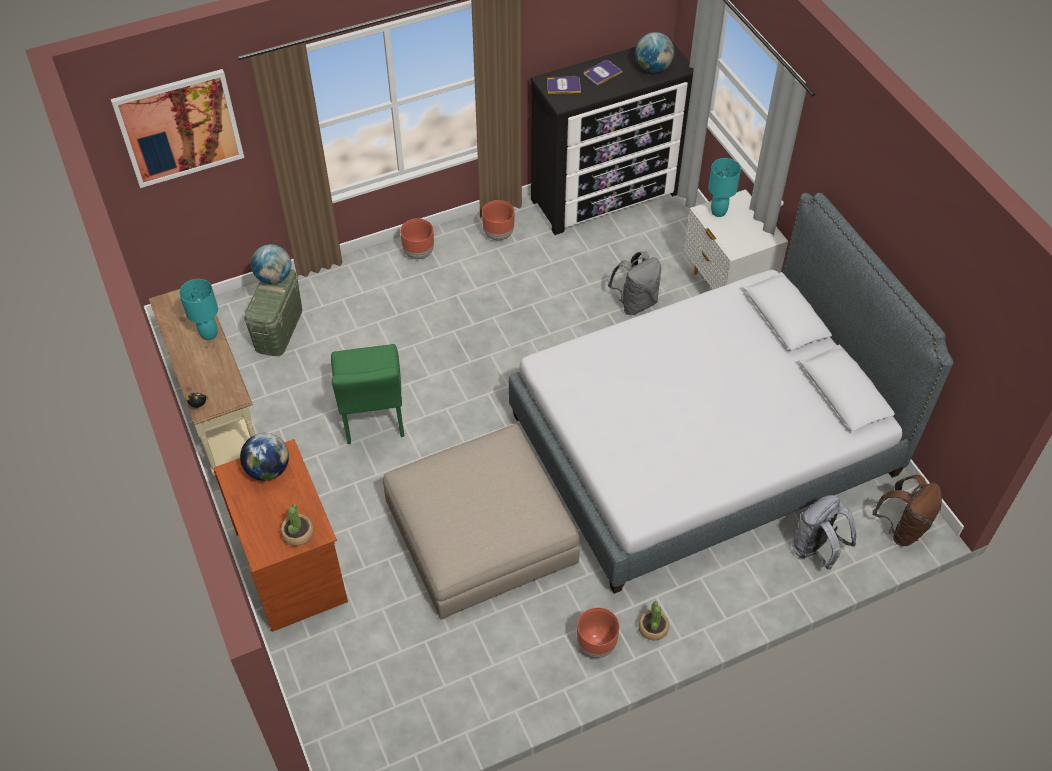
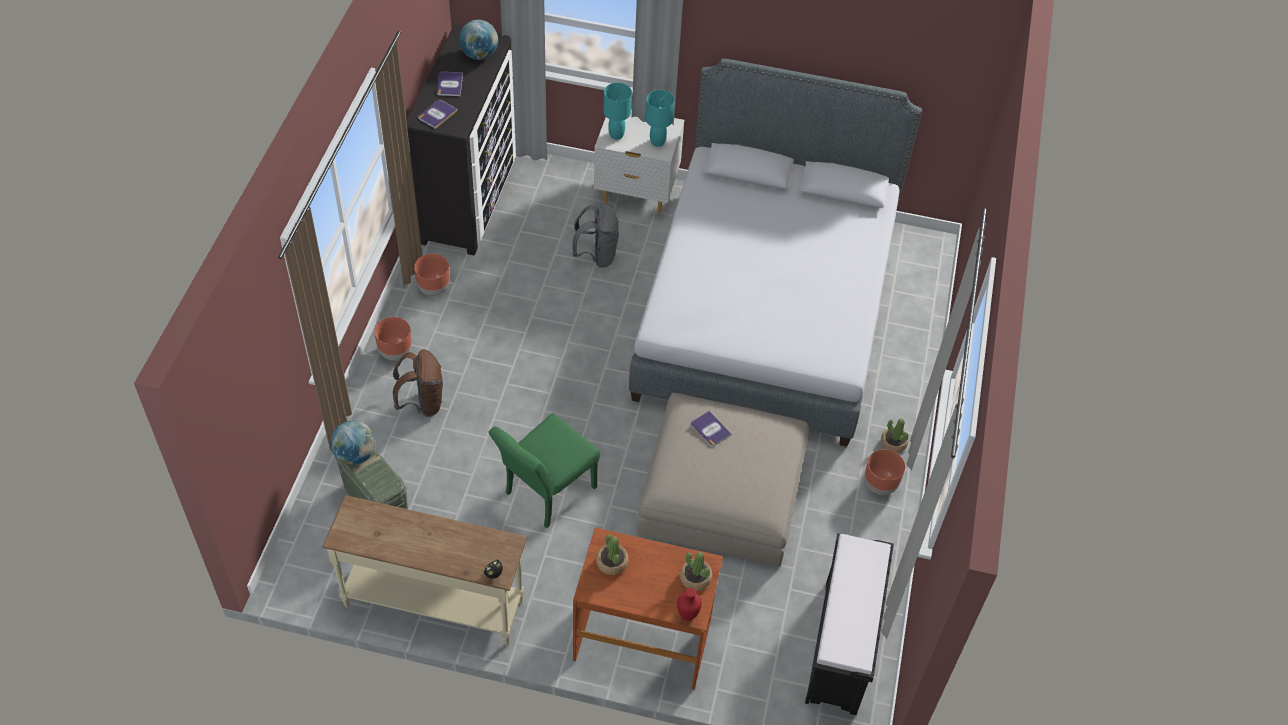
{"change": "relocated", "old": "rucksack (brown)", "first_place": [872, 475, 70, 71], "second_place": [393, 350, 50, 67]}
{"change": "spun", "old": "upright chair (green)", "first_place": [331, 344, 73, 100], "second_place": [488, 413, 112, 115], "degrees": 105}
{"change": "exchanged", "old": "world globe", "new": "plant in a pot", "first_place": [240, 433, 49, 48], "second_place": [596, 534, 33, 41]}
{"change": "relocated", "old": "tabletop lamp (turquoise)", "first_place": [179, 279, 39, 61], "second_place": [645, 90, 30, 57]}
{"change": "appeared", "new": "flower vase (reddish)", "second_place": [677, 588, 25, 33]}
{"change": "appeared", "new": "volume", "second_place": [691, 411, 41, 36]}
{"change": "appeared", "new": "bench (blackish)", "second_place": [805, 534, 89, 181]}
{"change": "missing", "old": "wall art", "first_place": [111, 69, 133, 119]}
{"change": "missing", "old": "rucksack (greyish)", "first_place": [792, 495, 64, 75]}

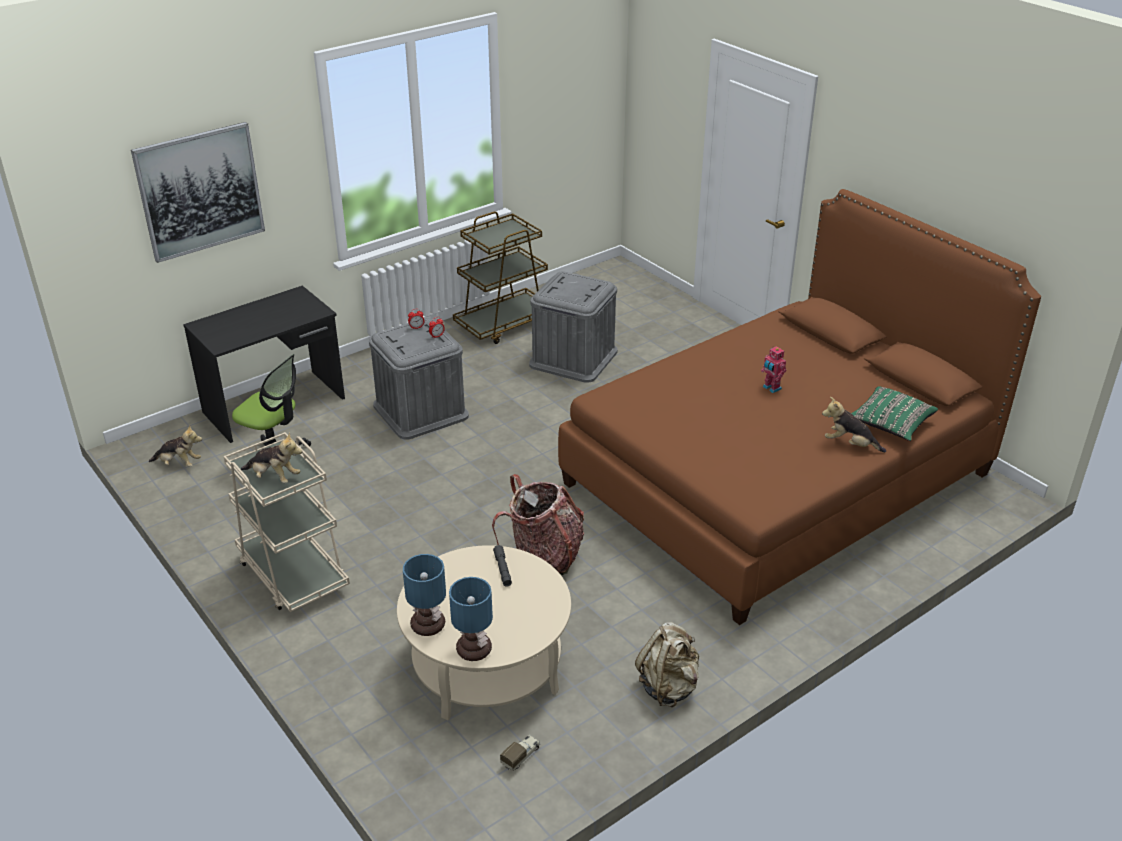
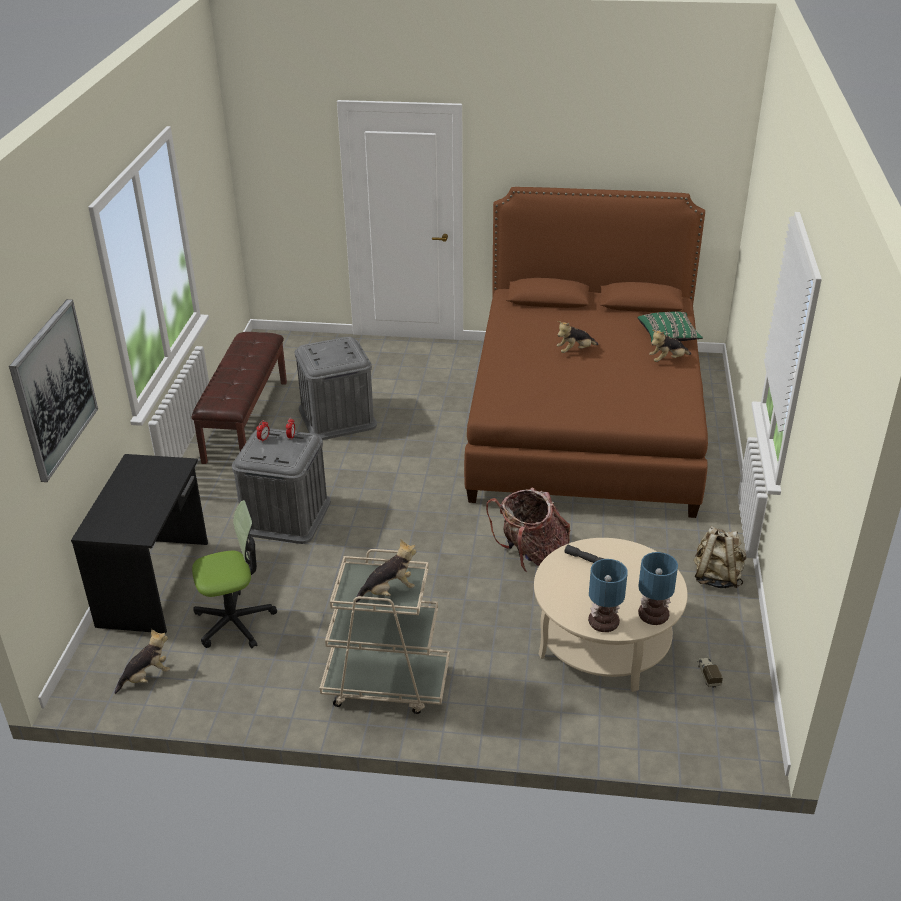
{"change": "exchanged", "old": "wheeled cart (brown)", "new": "bench (brown)", "first_place": [453, 212, 95, 132], "second_place": [192, 332, 95, 132]}
{"change": "exchanged", "old": "toy robot", "new": "plush toy", "first_place": [761, 346, 26, 47], "second_place": [557, 321, 41, 32]}

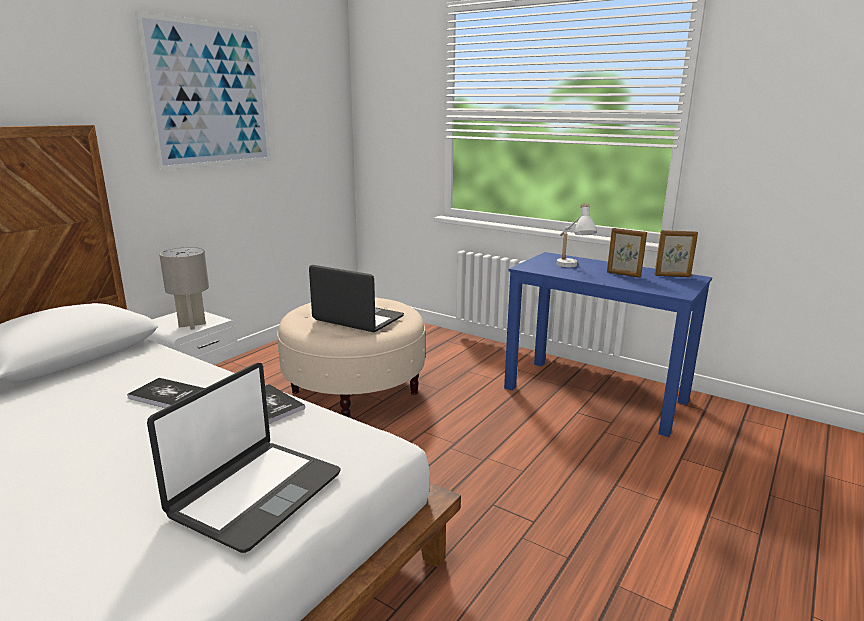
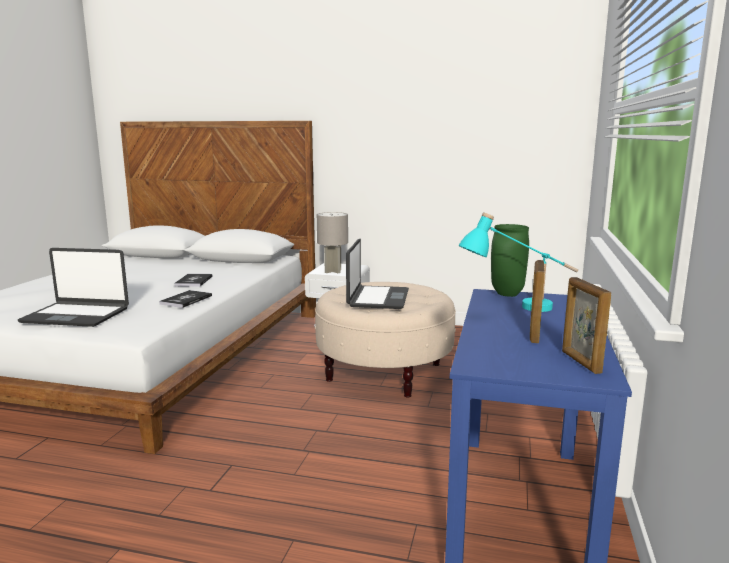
{"change": "colour", "old": "tabletop lamp (white-coloured)", "new": "tabletop lamp (turquoise)", "first_place": [557, 204, 40, 63], "second_place": [458, 212, 120, 100]}
{"change": "appeared", "new": "flower vase (green)", "second_place": [491, 224, 38, 73]}
{"change": "missing", "old": "wall art", "first_place": [135, 11, 136, 160]}

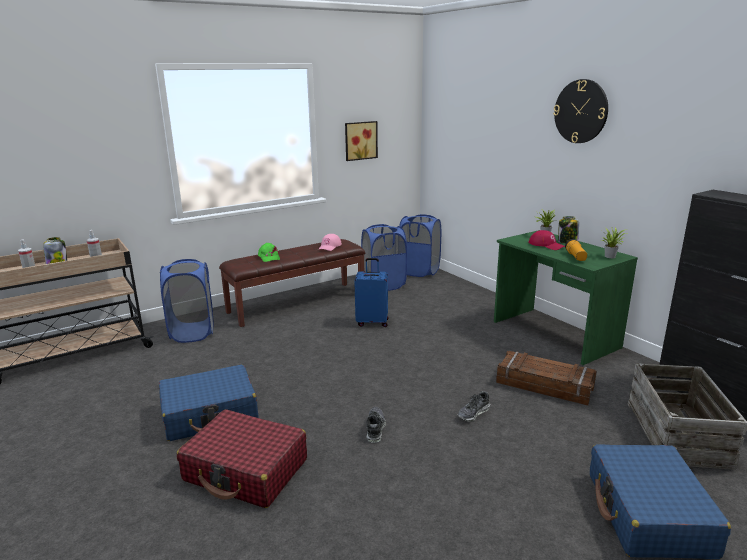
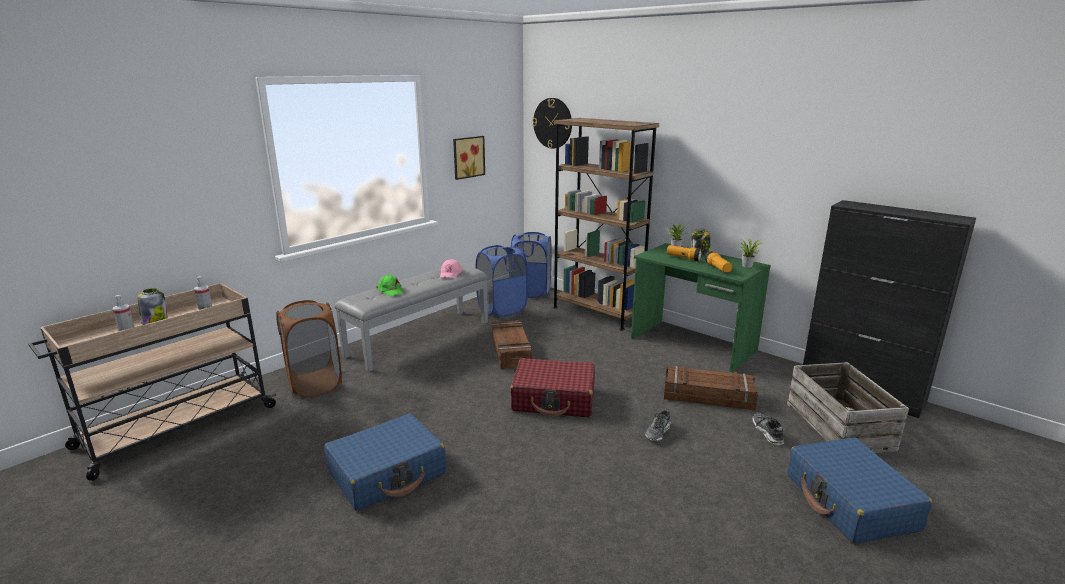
{"change": "colour", "old": "hamper (blue-coloured)", "new": "hamper (brown)", "first_place": [160, 259, 54, 84], "second_place": [276, 300, 66, 97]}
{"change": "colour", "old": "bench (brown)", "new": "bench (greyish)", "first_place": [219, 239, 146, 88], "second_place": [334, 264, 154, 108]}
{"change": "exchanged", "old": "piece of luggage (blue-coloured)", "new": "shipping crate", "first_place": [354, 258, 35, 69], "second_place": [491, 320, 41, 50]}
{"change": "relocated", "old": "piece of luggage (reddish)", "first_place": [177, 409, 130, 99], "second_place": [510, 358, 85, 59]}
{"change": "relocated", "old": "hanging clock", "first_place": [553, 79, 55, 64], "second_place": [532, 98, 40, 51]}
{"change": "appeared", "new": "bookcase (brown)", "second_place": [553, 118, 106, 213]}
{"change": "exchanged", "old": "cap (reddish)", "new": "torch", "first_place": [528, 230, 37, 20], "second_place": [667, 245, 36, 16]}
{"change": "relocated", "old": "shoe", "first_place": [366, 407, 20, 36], "second_place": [752, 412, 32, 33]}

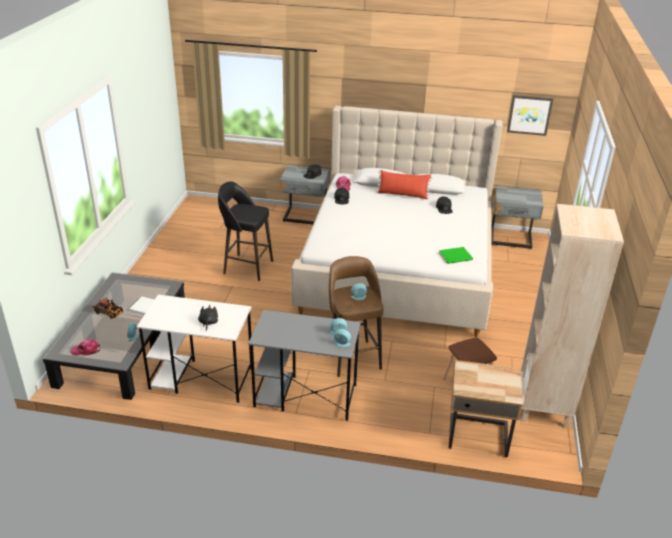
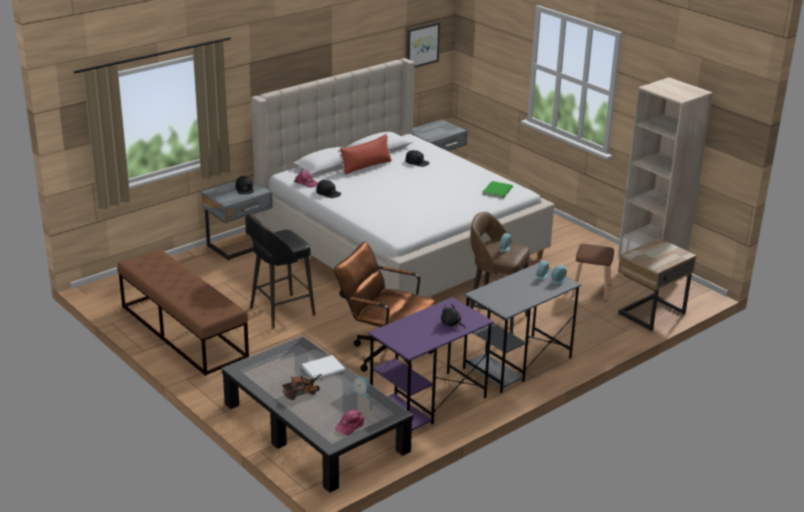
{"change": "appeared", "new": "bench (brown)", "second_place": [117, 249, 132, 127]}
{"change": "appeared", "new": "office chair (brown)", "second_place": [334, 241, 103, 131]}
{"change": "colour", "old": "desk table (white-coloured)", "new": "desk table (purplish)", "first_place": [137, 295, 115, 108], "second_place": [368, 297, 126, 134]}

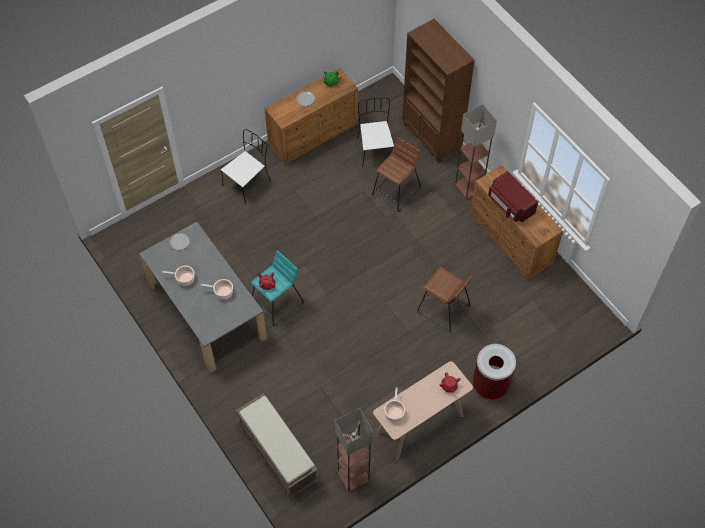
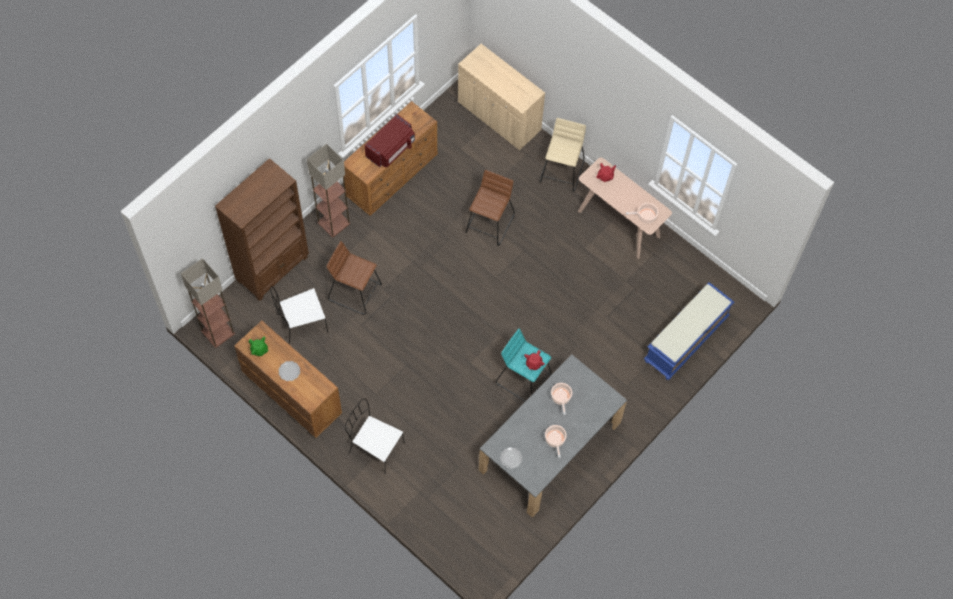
{"change": "relocated", "old": "standard lamp", "first_place": [335, 408, 38, 84], "second_place": [181, 258, 54, 90]}
{"change": "appeared", "new": "cabinet (beige)", "second_place": [458, 44, 87, 106]}
{"change": "exchanged", "old": "trash can", "new": "stool seat (beige)", "first_place": [473, 344, 43, 56], "second_place": [540, 118, 46, 74]}
{"change": "colour", "old": "bench (brown)", "new": "bench (blue-coloured)", "first_place": [236, 393, 83, 106], "second_place": [644, 282, 90, 98]}

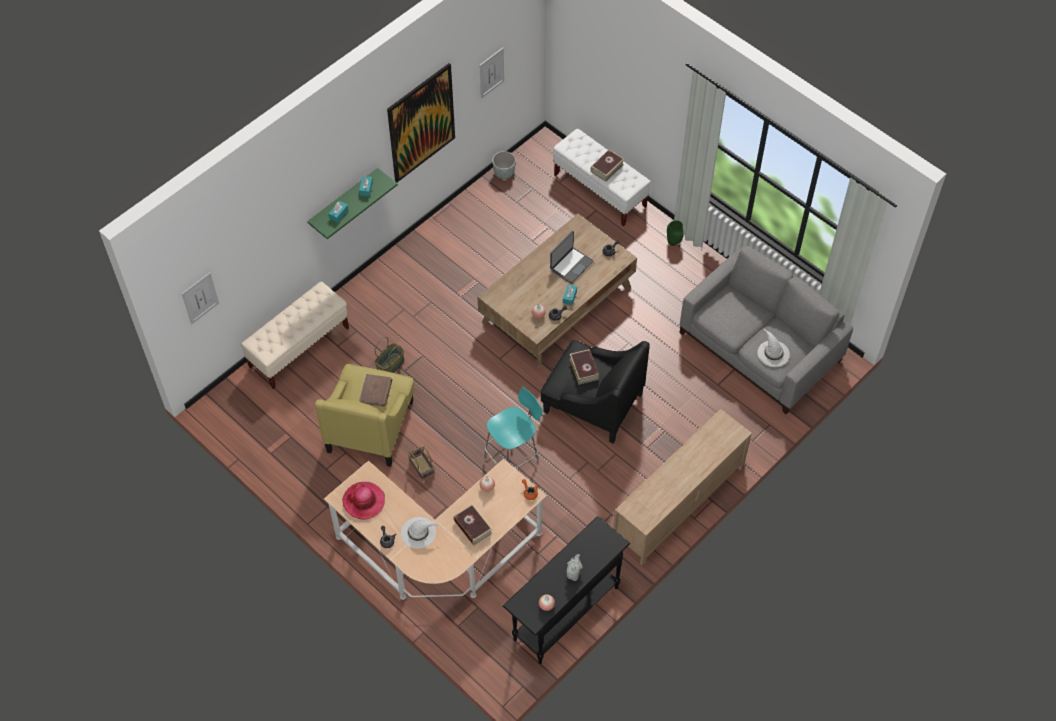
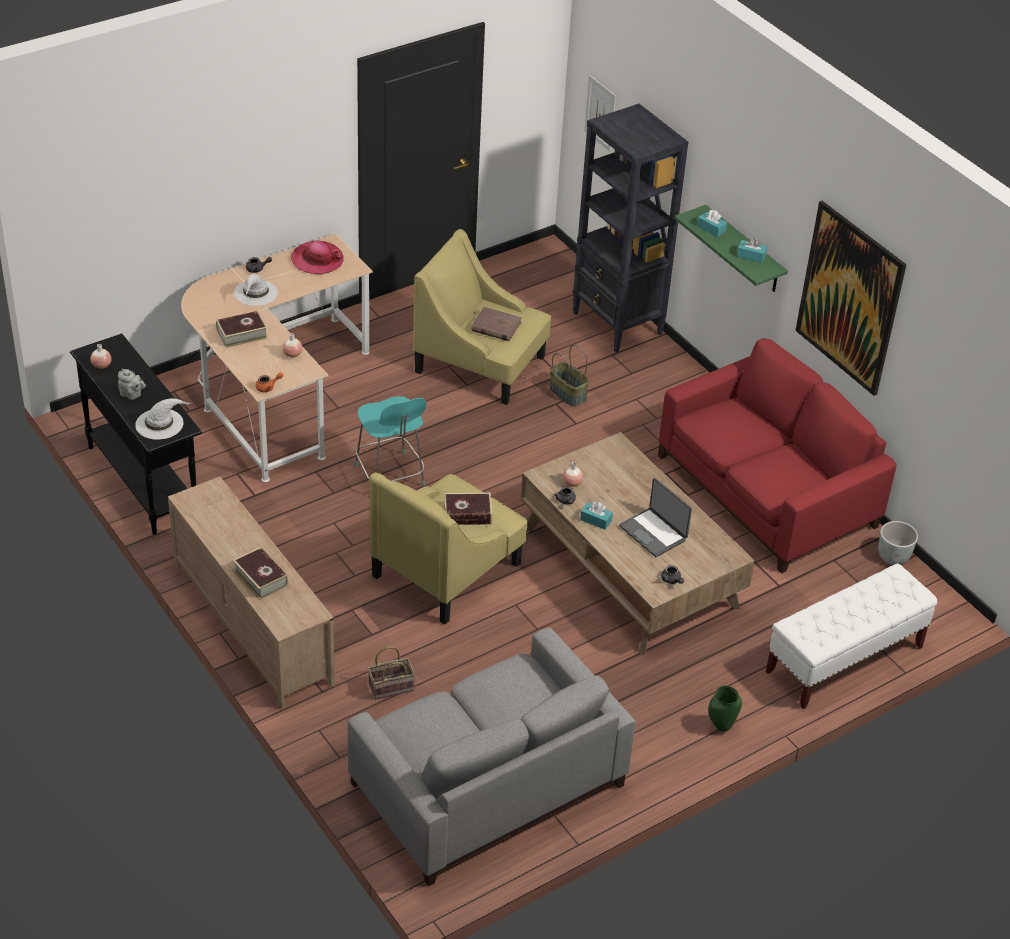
{"change": "relocated", "old": "hat (white-coloured)", "first_place": [757, 329, 33, 38], "second_place": [135, 398, 56, 42]}
{"change": "relocated", "old": "volume", "first_place": [591, 150, 33, 32], "second_place": [233, 547, 55, 53]}
{"change": "relocated", "old": "storage basket", "first_place": [408, 446, 27, 35], "second_place": [368, 646, 47, 54]}
{"change": "colour", "old": "armchair (blackish)", "new": "armchair (yellow-coloured)", "first_place": [541, 340, 109, 104], "second_place": [369, 472, 158, 153]}
{"change": "exchanged", "old": "bench (beige)", "new": "bookcase (blackish)", "first_place": [241, 282, 108, 107], "second_place": [572, 104, 116, 249]}
{"change": "appeared", "new": "couch (reddish)", "second_place": [658, 338, 239, 236]}
{"change": "missing", "old": "wall art", "first_place": [480, 48, 24, 51]}

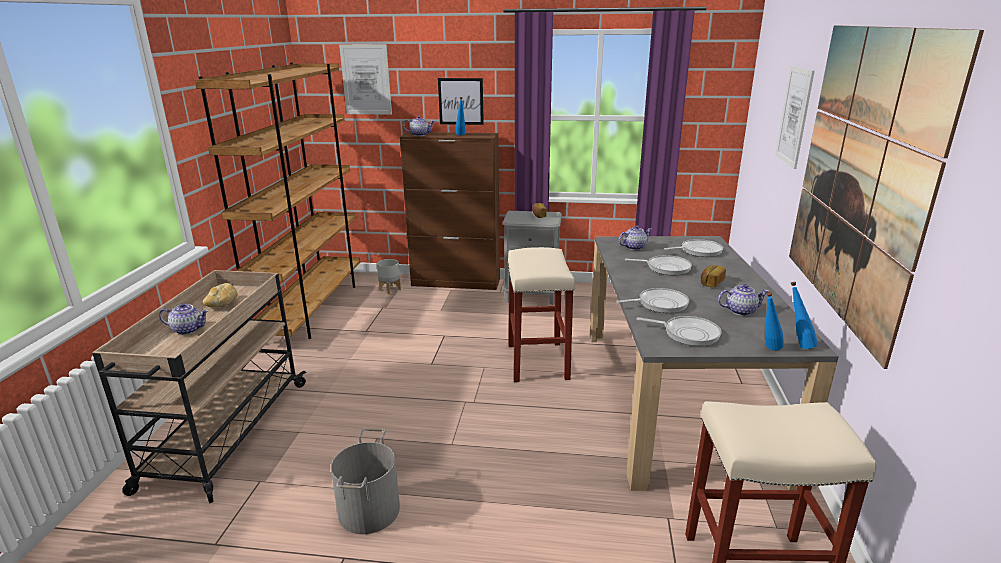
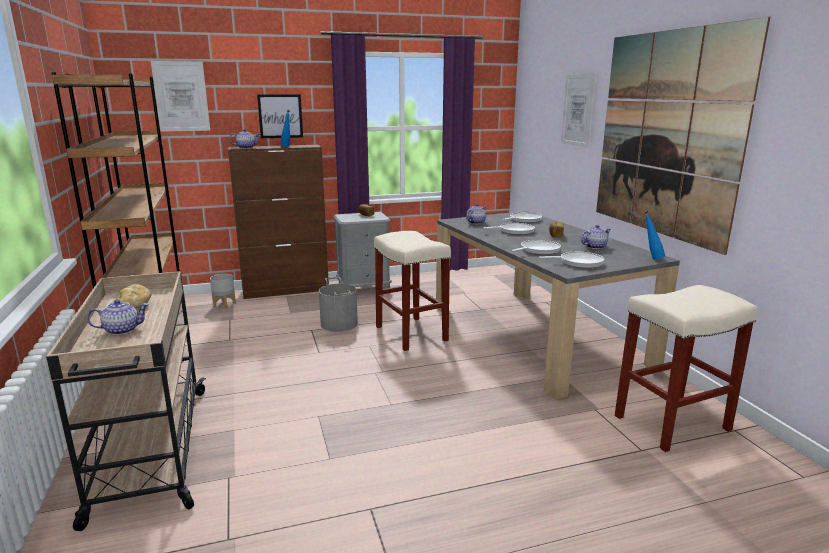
{"change": "relocated", "old": "bucket (greyish)", "first_place": [331, 428, 69, 106], "second_place": [319, 277, 39, 55]}
{"change": "missing", "old": "drink bottle (blue-coloured)", "first_place": [765, 291, 19, 60]}

